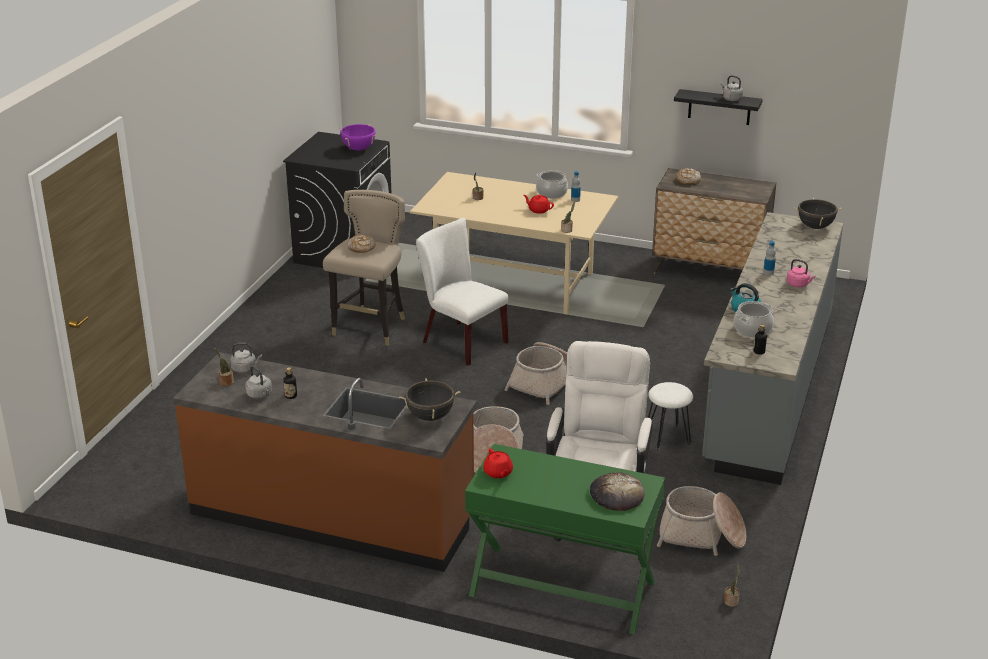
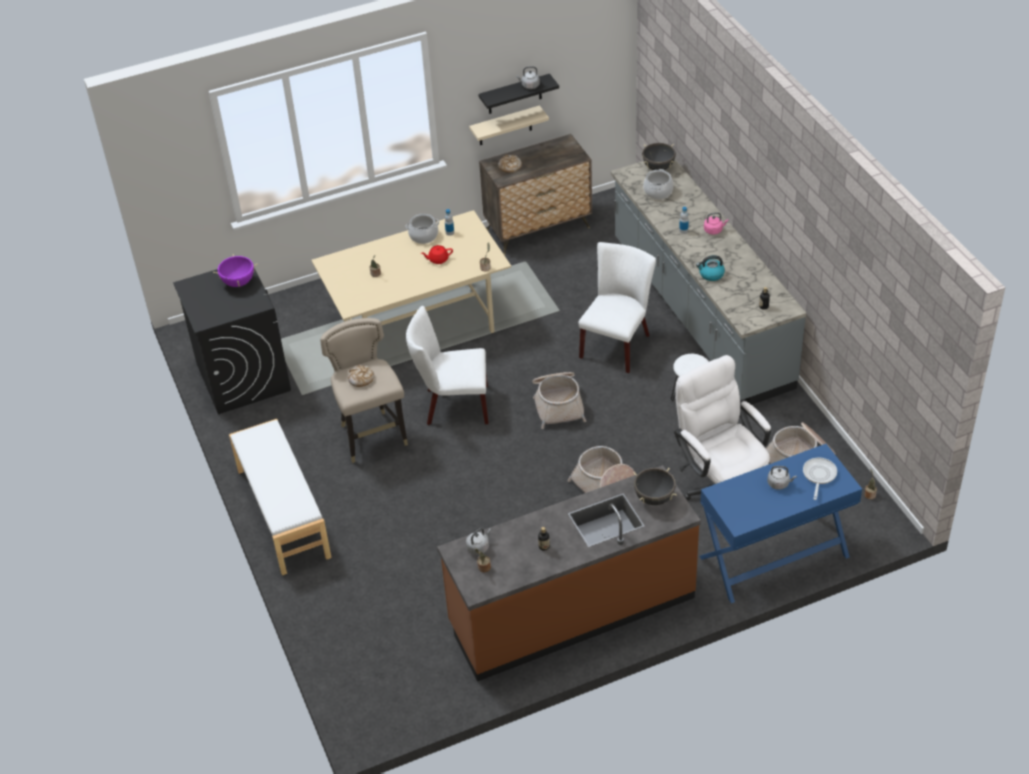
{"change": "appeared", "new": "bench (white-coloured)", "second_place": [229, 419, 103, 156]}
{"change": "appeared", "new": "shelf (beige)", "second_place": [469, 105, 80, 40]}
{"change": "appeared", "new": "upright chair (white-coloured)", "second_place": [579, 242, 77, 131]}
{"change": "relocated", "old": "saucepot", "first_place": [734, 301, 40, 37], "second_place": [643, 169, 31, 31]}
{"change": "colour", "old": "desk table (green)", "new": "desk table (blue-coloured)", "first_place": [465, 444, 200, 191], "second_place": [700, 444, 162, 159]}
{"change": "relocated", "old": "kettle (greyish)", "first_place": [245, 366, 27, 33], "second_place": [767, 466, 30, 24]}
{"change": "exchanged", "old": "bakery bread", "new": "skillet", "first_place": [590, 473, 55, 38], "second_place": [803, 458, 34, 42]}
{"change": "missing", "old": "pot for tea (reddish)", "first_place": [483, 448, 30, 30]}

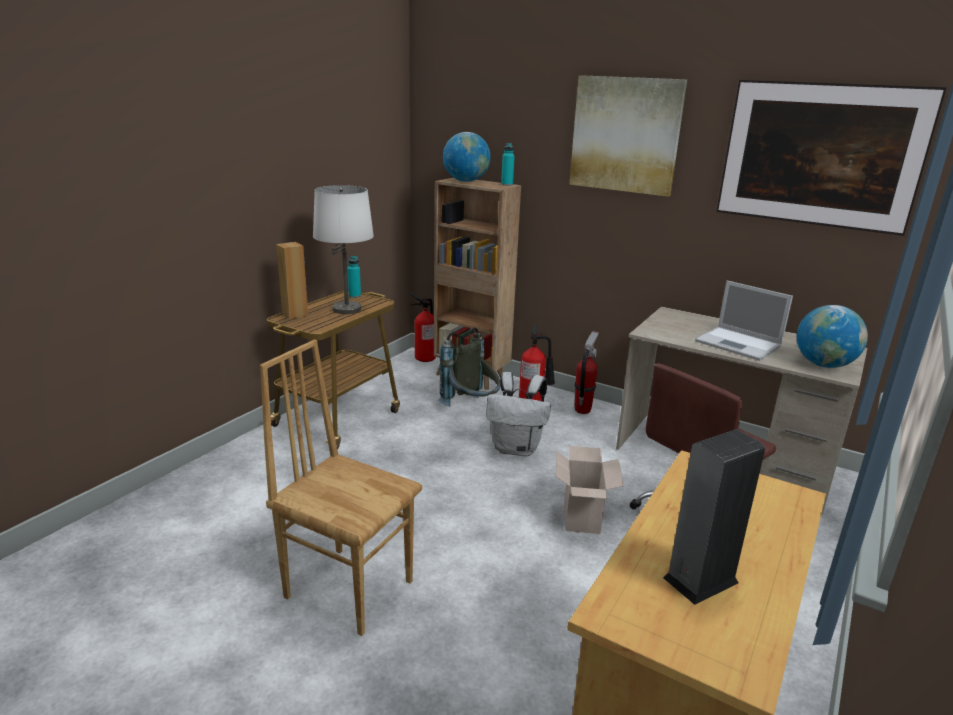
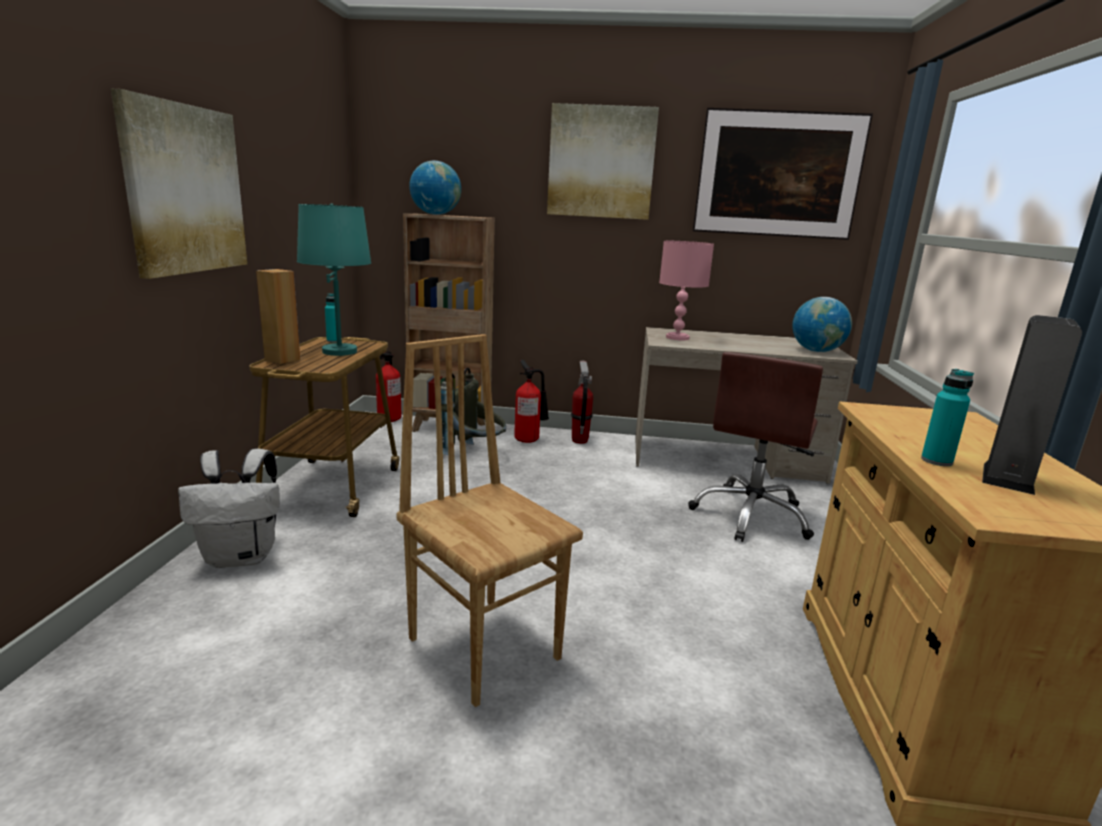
{"change": "appeared", "new": "wall art", "second_place": [111, 89, 136, 190]}
{"change": "relocated", "old": "rucksack (white-coloured)", "first_place": [486, 372, 65, 84], "second_place": [178, 449, 102, 119]}
{"change": "colour", "old": "tabletop lamp (white-coloured)", "new": "tabletop lamp (turquoise)", "first_place": [313, 185, 61, 129], "second_place": [297, 203, 74, 153]}
{"change": "spun", "old": "upright chair (brown)", "first_place": [260, 339, 162, 297], "second_place": [396, 334, 187, 373], "degrees": 45}
{"change": "appeared", "new": "tabletop lamp (pinkish)", "second_place": [659, 241, 55, 99]}
{"change": "relocated", "old": "drink bottle (turquoise)", "first_place": [501, 143, 14, 43], "second_place": [921, 369, 53, 97]}
{"change": "missing", "old": "packing box", "first_place": [556, 446, 68, 88]}
{"change": "missing", "old": "laptop", "first_place": [695, 281, 98, 80]}

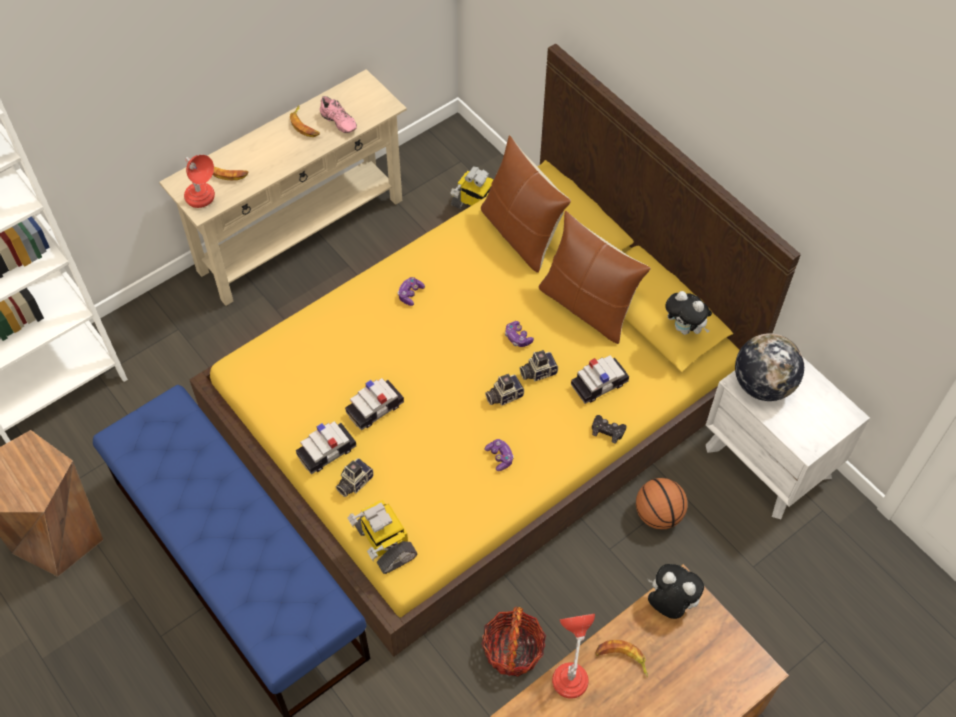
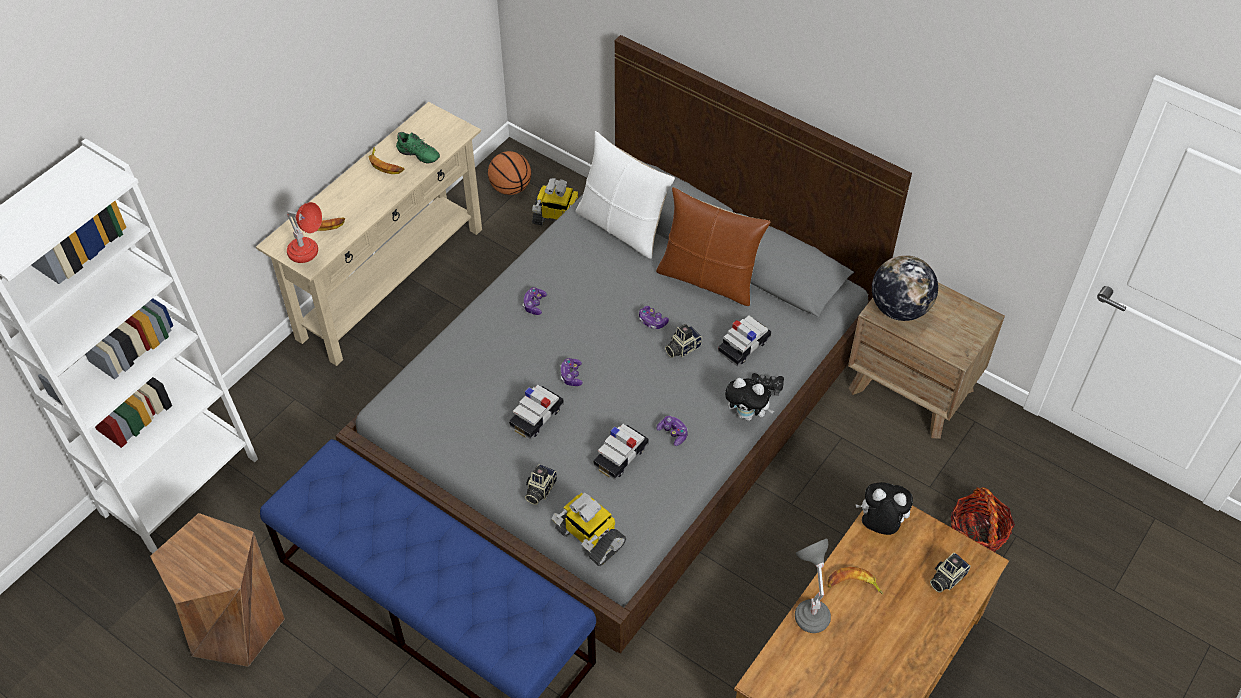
{"change": "colour", "old": "bed (yellow-coloured)", "new": "bed (greyish)", "first_place": [189, 43, 612, 614], "second_place": [336, 35, 576, 618]}
{"change": "colour", "old": "shoe (pinkish)", "new": "shoe (green)", "first_place": [320, 96, 37, 37], "second_place": [396, 132, 44, 32]}
{"change": "relocated", "old": "basketball", "first_place": [636, 478, 52, 51], "second_place": [488, 151, 43, 44]}
{"change": "appeared", "new": "joypad", "second_place": [561, 358, 22, 28]}
{"change": "colour", "old": "pillow (brown)", "new": "pillow (white-coloured)", "first_place": [481, 135, 90, 138], "second_place": [576, 131, 99, 128]}
{"change": "relocated", "old": "toy car", "first_place": [296, 421, 60, 53], "second_place": [594, 424, 55, 56]}
{"change": "relocated", "old": "plush toy", "first_place": [665, 291, 47, 44], "second_place": [725, 378, 49, 43]}
{"change": "colour", "old": "tabletop lamp (reddish)", "new": "tabletop lamp (greyish)", "first_place": [552, 614, 43, 85], "second_place": [795, 539, 36, 94]}
{"change": "colour", "old": "nightstand (white-coloured)", "new": "nightstand (brown)", "first_place": [706, 357, 164, 162], "second_place": [848, 282, 157, 157]}
{"change": "relocated", "old": "still camera", "first_place": [485, 374, 39, 32], "second_place": [930, 553, 41, 40]}
{"change": "relocated", "old": "storage basket", "first_place": [481, 607, 65, 70], "second_place": [951, 487, 64, 65]}

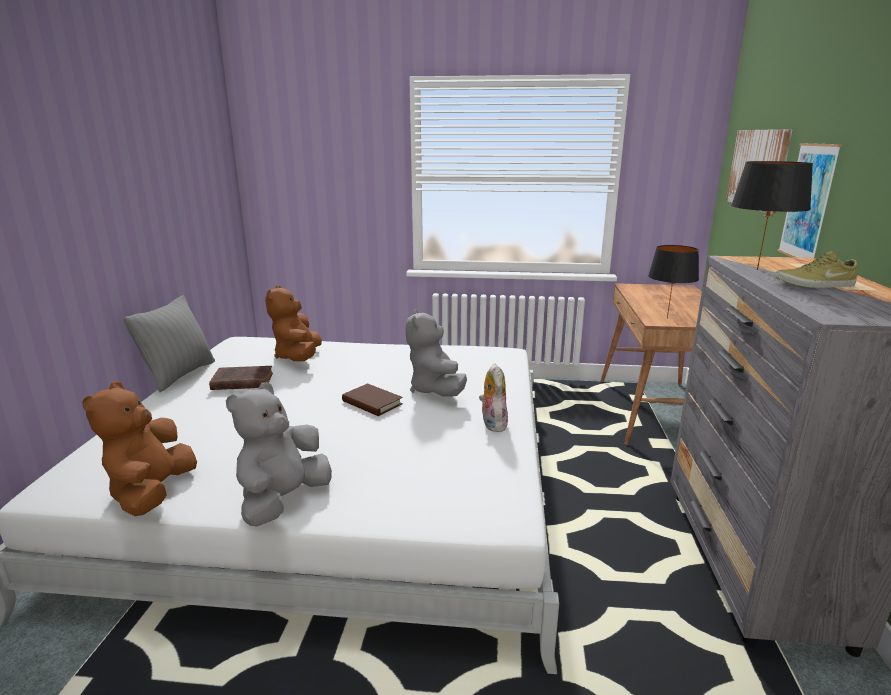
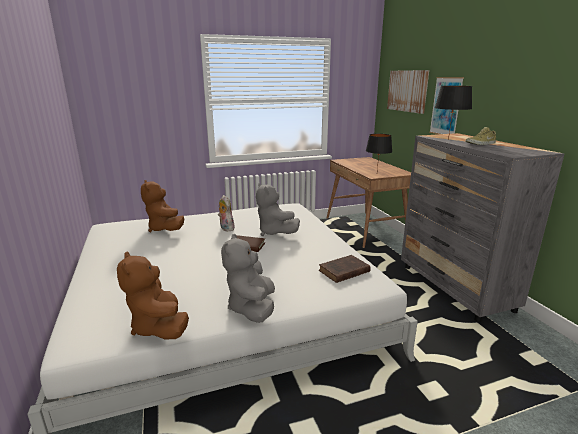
{"change": "relocated", "old": "plush toy", "first_place": [479, 363, 29, 69], "second_place": [218, 195, 16, 37]}
{"change": "relocated", "old": "volume (brown)", "first_place": [209, 366, 64, 24], "second_place": [319, 255, 52, 28]}
{"change": "missing", "old": "pillow (greyish)", "first_place": [123, 295, 92, 97]}

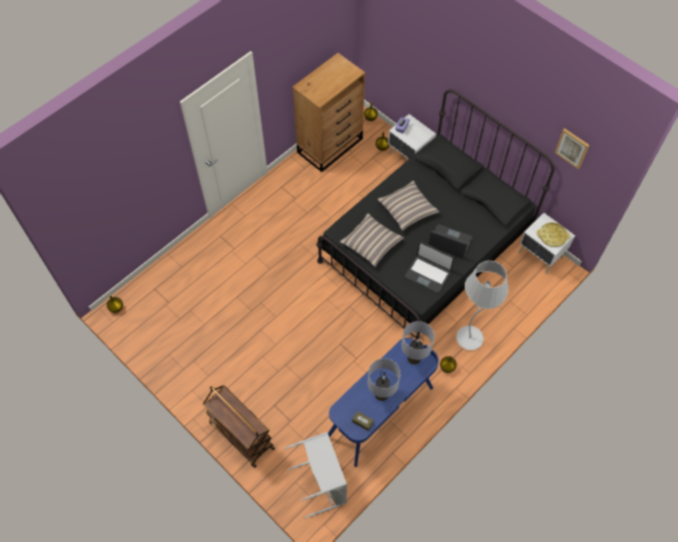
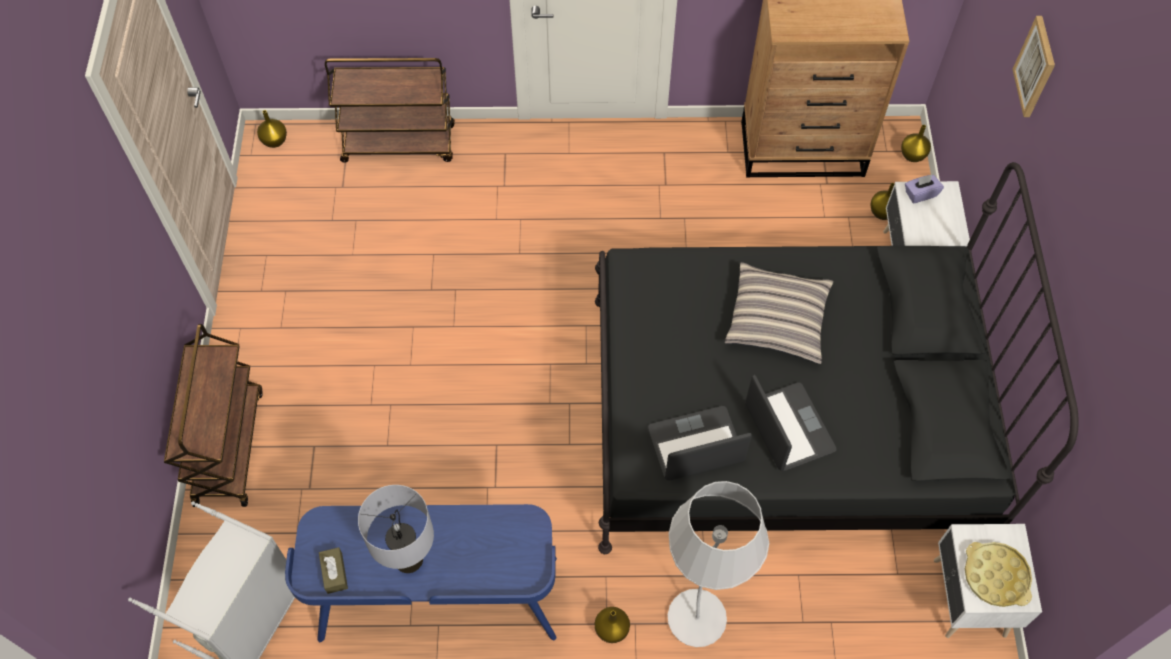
{"change": "appeared", "new": "wheeled cart (brown)", "second_place": [325, 58, 130, 105]}
{"change": "spun", "old": "laptop", "first_place": [405, 241, 49, 52], "second_place": [648, 406, 104, 75], "degrees": 90}
{"change": "relocated", "old": "wall art", "first_place": [555, 128, 34, 41], "second_place": [1012, 16, 43, 101]}
{"change": "missing", "old": "pillow", "first_place": [340, 213, 64, 54]}
{"change": "missing", "old": "tabletop lamp (greyish)", "first_place": [401, 321, 34, 44]}

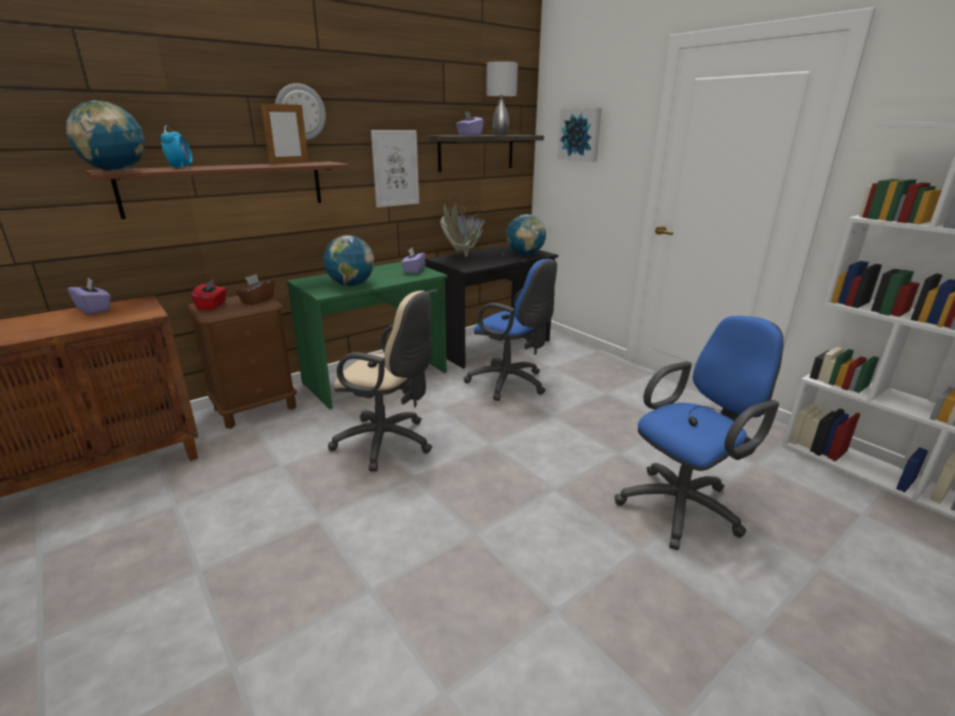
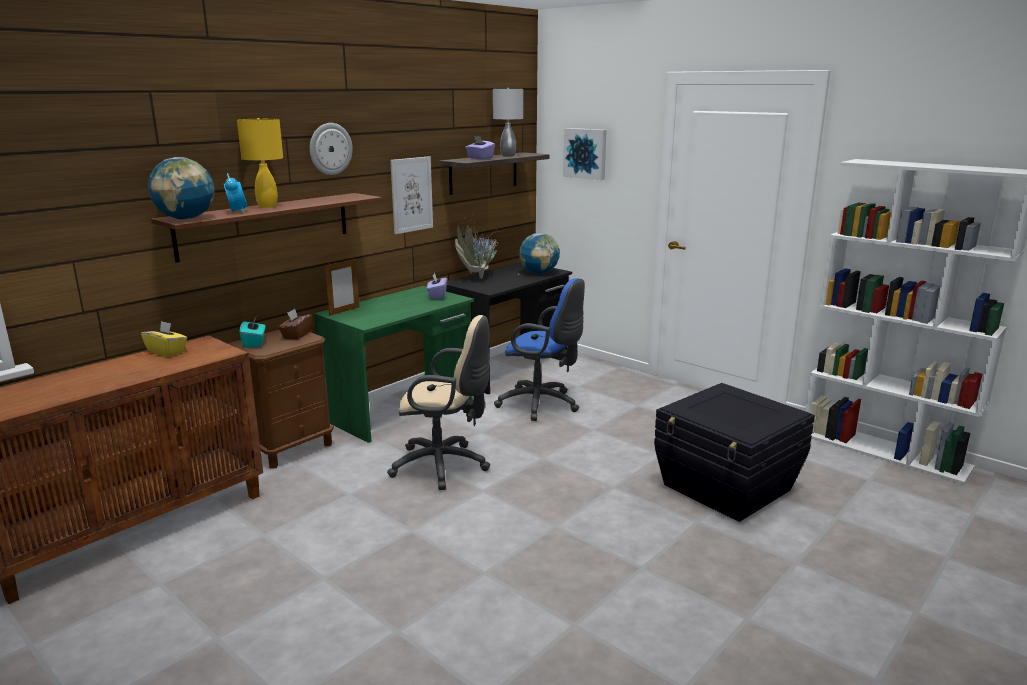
{"change": "colour", "old": "box of tissues (purplish)", "new": "box of tissues (yellow-coloured)", "first_place": [68, 278, 43, 37], "second_place": [141, 321, 46, 36]}
{"change": "appeared", "new": "tabletop lamp (yellow-coloured)", "second_place": [237, 118, 46, 90]}
{"change": "colour", "old": "box of tissues (reddish)", "new": "box of tissues (turquoise)", "first_place": [191, 279, 35, 31], "second_place": [240, 317, 26, 31]}
{"change": "relocated", "old": "standing frame", "first_place": [261, 102, 48, 62], "second_place": [325, 258, 34, 58]}
{"change": "exchanged", "old": "office chair (blue-coloured)", "new": "storage container (blackish)", "first_place": [614, 316, 170, 234], "second_place": [654, 383, 161, 139]}
{"change": "missing", "old": "world globe", "first_place": [323, 235, 51, 51]}

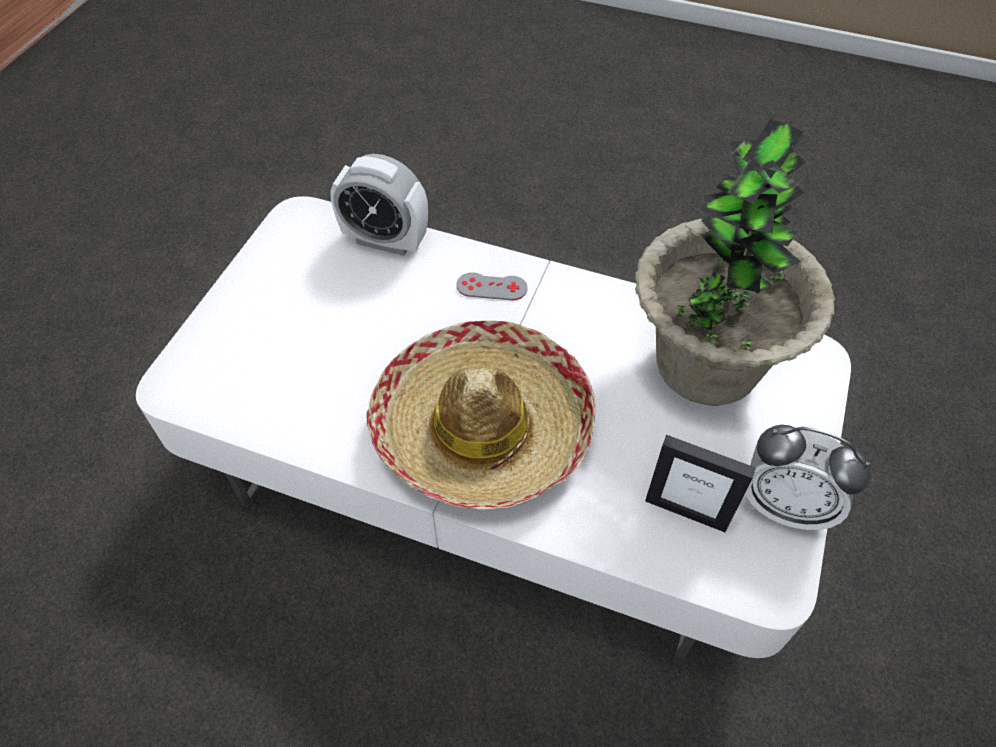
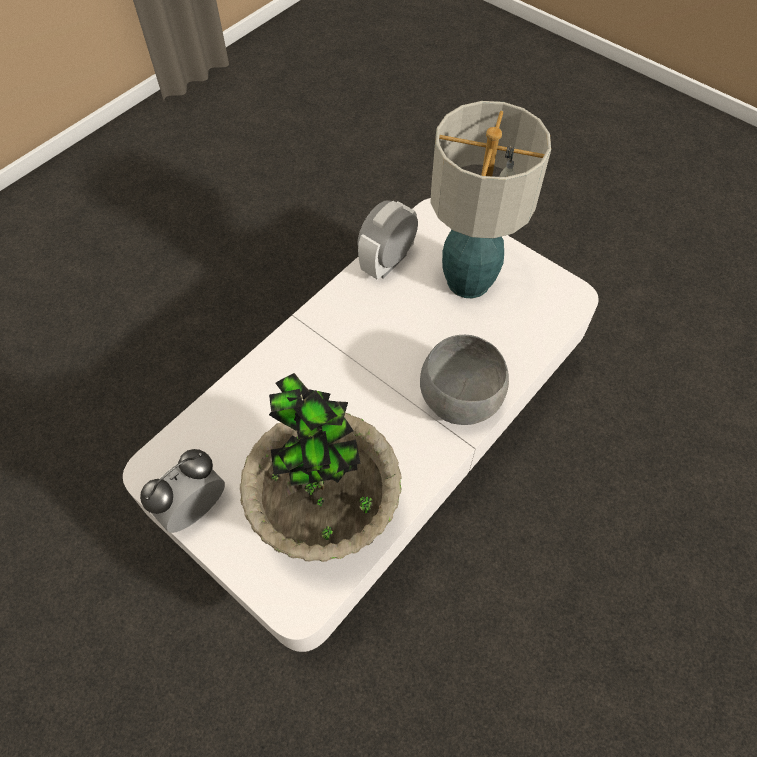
{"change": "relocated", "old": "alarm clock", "first_place": [330, 154, 98, 102], "second_place": [357, 200, 61, 80]}
{"change": "exchanged", "old": "joypad (greyish)", "new": "bowl (greyish)", "first_place": [456, 272, 72, 28], "second_place": [420, 335, 89, 90]}
{"change": "appeared", "new": "tabletop lamp", "second_place": [430, 101, 121, 197]}
{"change": "missing", "old": "hat", "first_place": [367, 321, 229, 189]}
{"change": "missing", "old": "standing frame", "first_place": [645, 435, 111, 97]}

